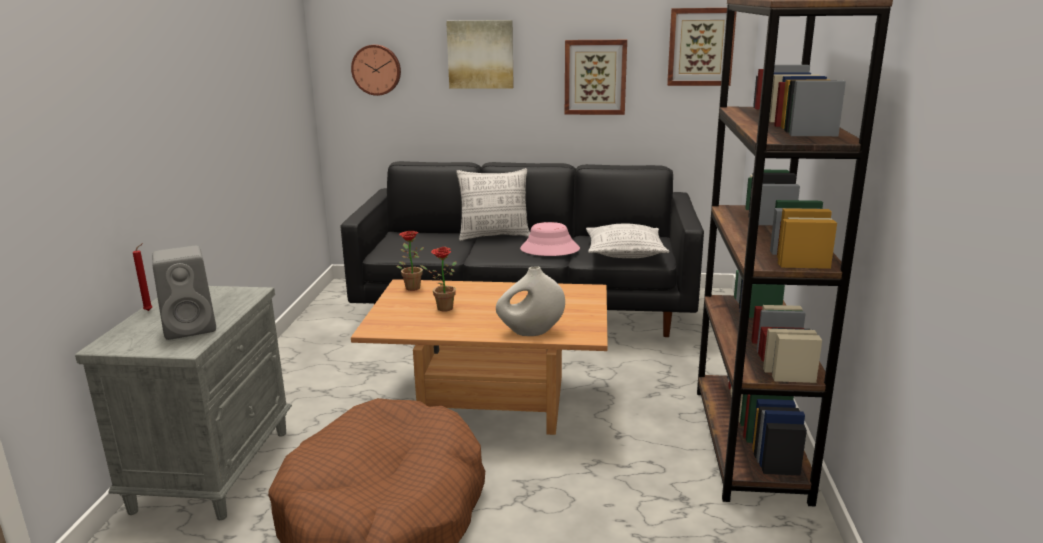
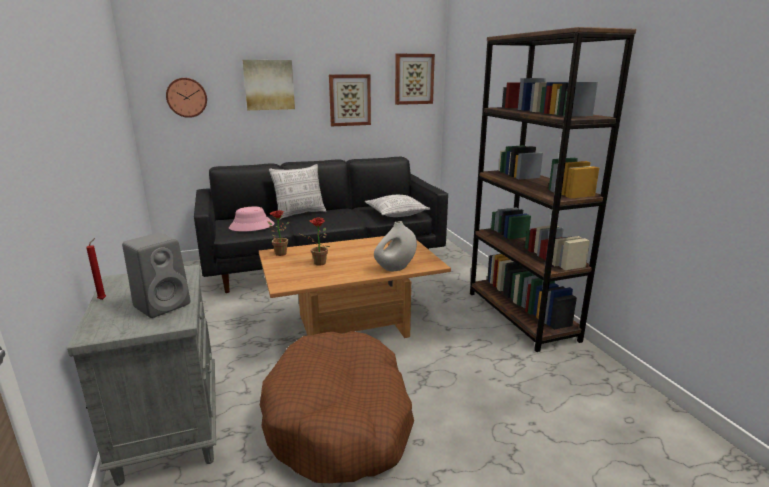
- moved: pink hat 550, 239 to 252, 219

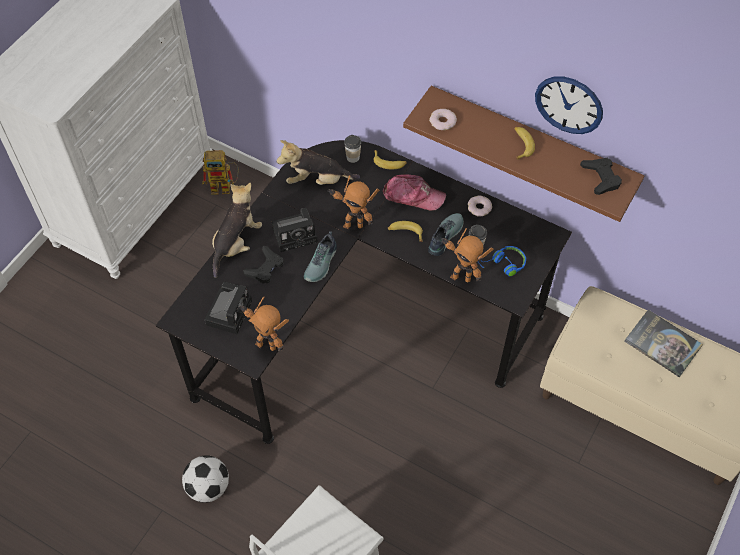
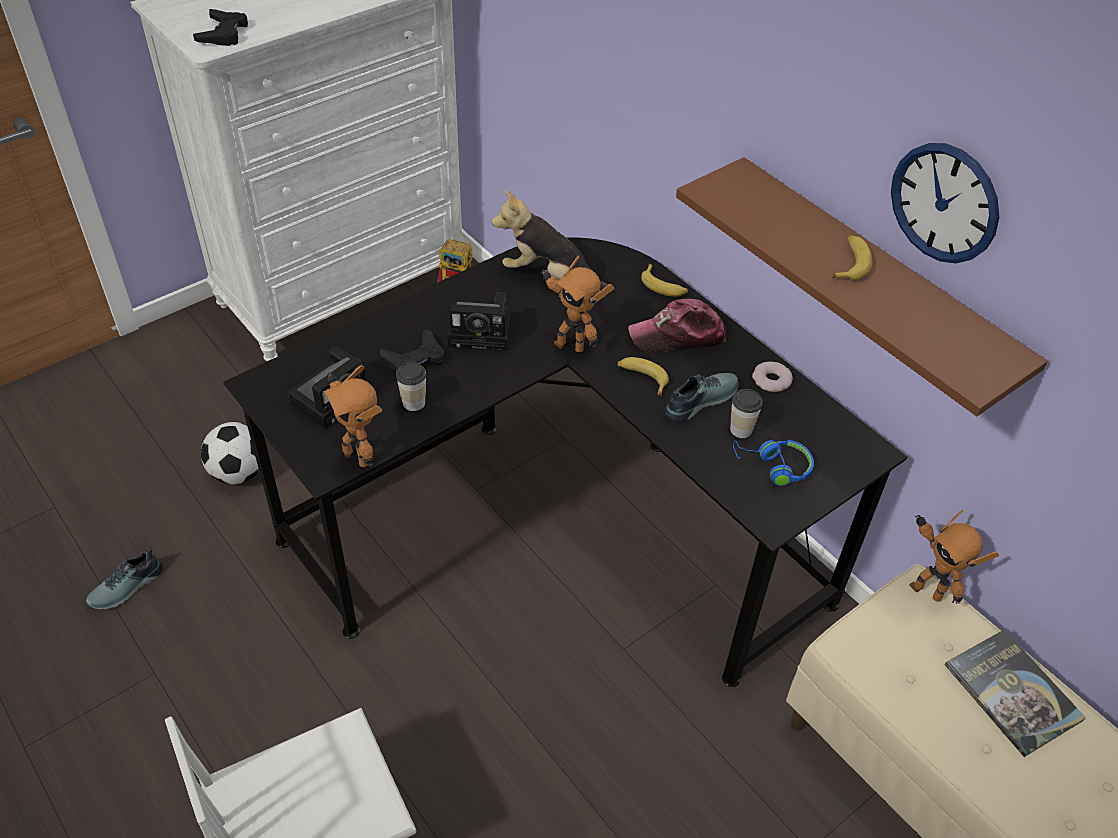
- moved: football 205, 479 to 230, 453
- removed: plush toy 237, 230
- moved: shoe 320, 256 to 124, 578
- moved: cup 352, 149 to 411, 386
- turned: cap 414, 192 = 677, 326 135 degrees clockwise
- removed: donut 443, 119
- moved: toy robot 467, 255 to 954, 557
- moved: black game controller 601, 176 to 220, 27

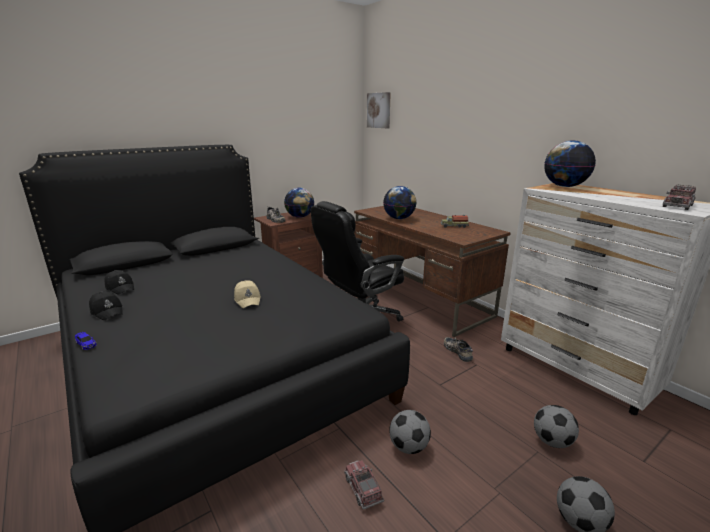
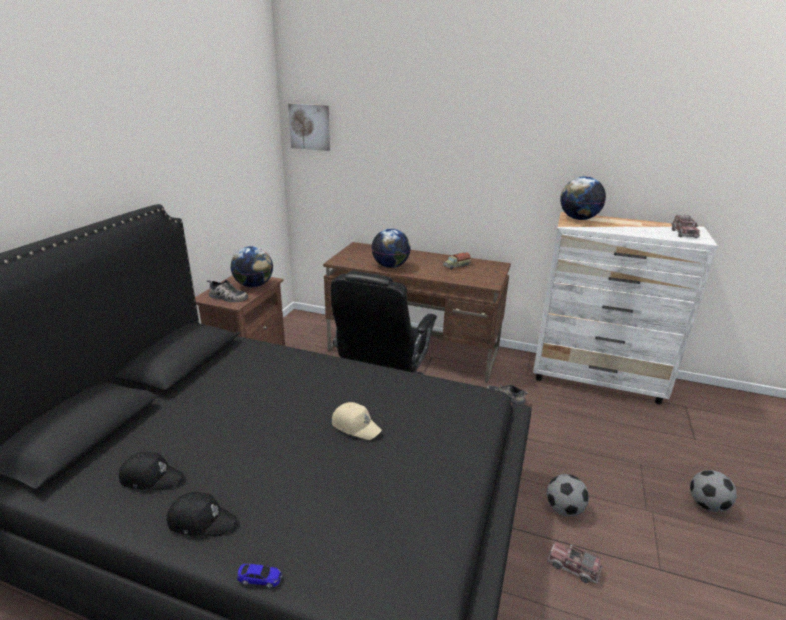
- removed: football 556, 426

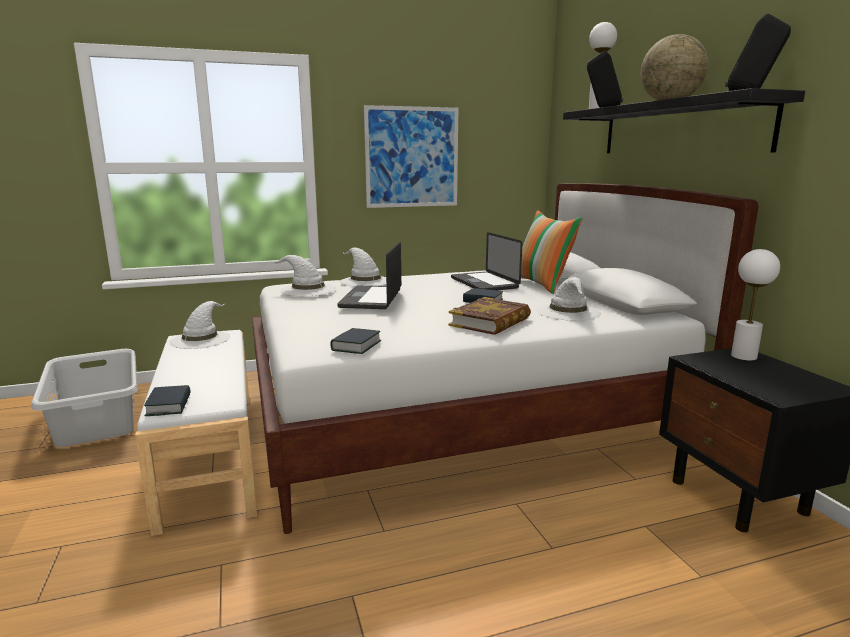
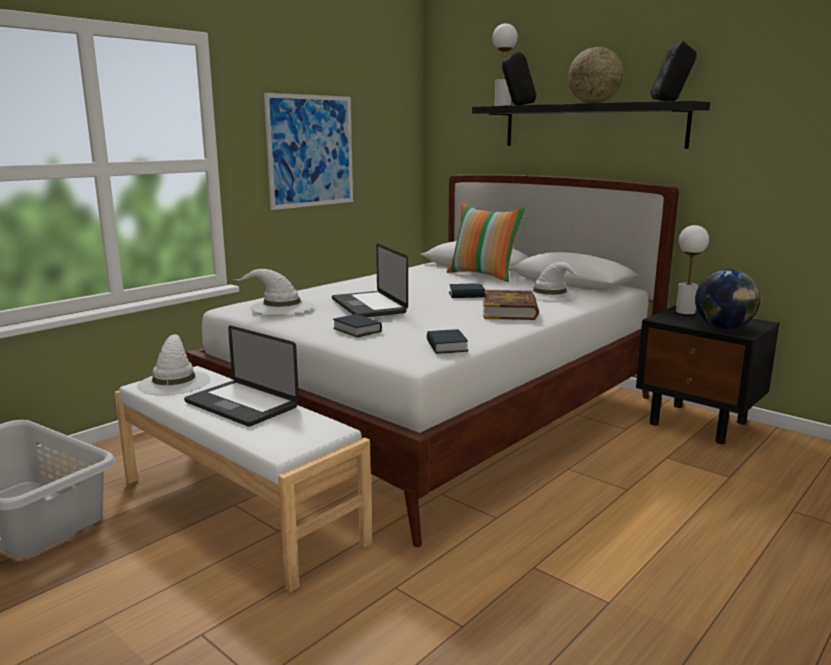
- moved: book 167, 400 to 357, 325
- removed: white hat 363, 267
- moved: laptop 487, 261 to 241, 376
- added: globe 727, 299

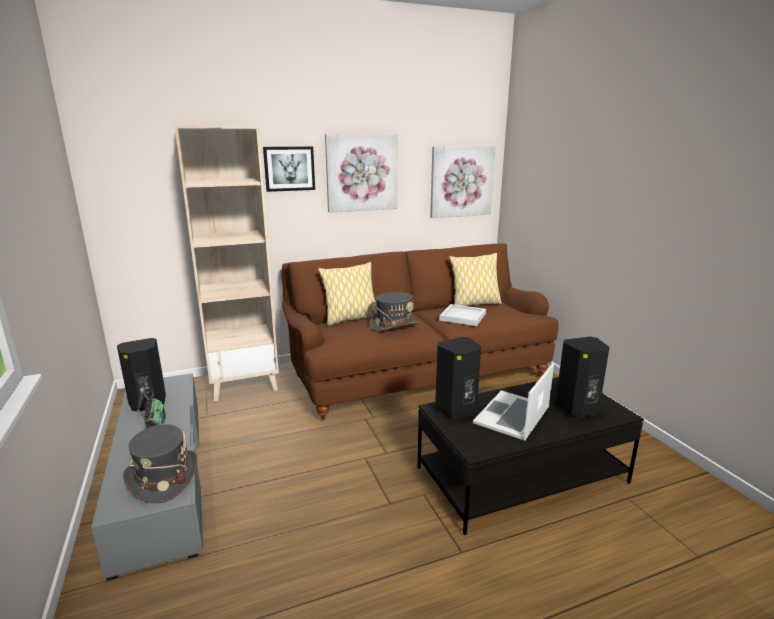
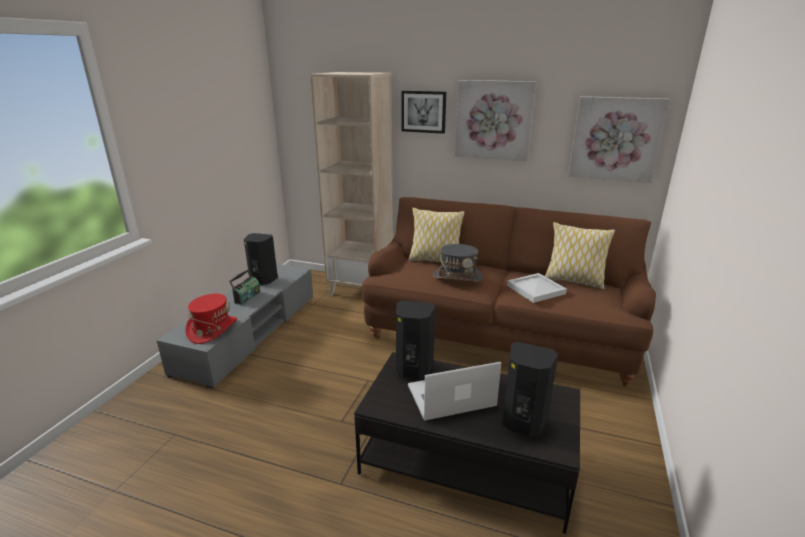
- recoloured: grey hat 160, 463 to red hat 211, 319

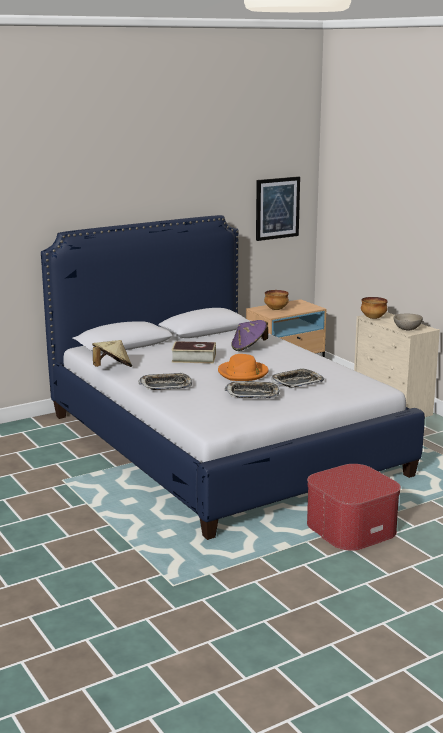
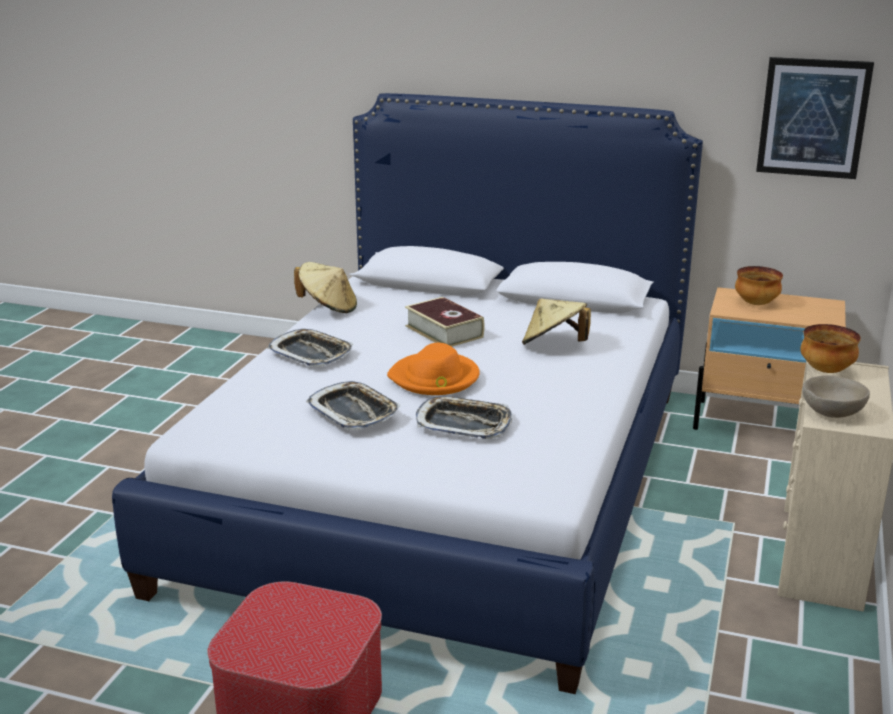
- recoloured: purple hat 249, 335 to beige hat 556, 321

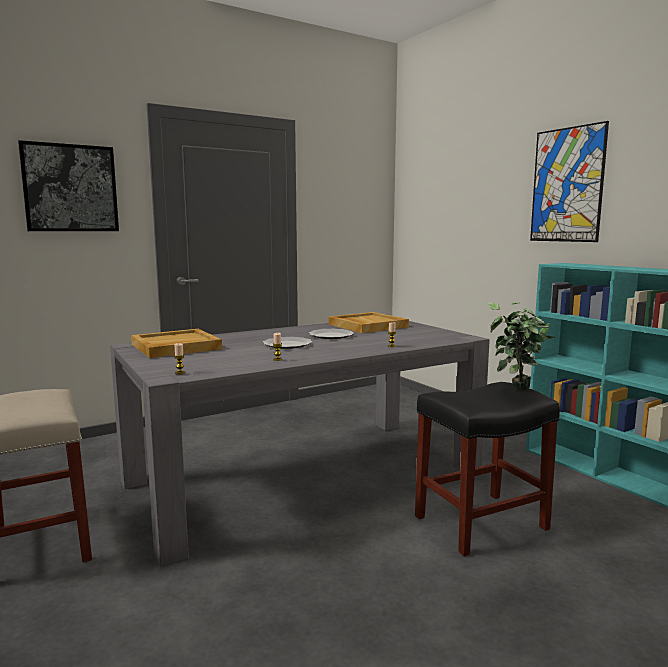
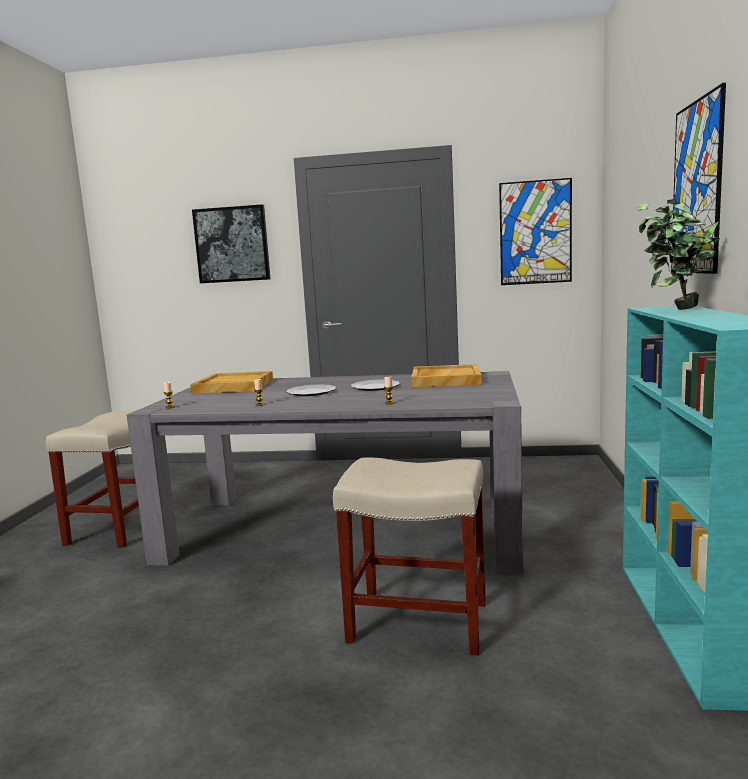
- recoloured: black stool 487, 469 to beige stool 409, 556
- moved: potted plant 521, 346 to 678, 254
- added: picture 535, 231

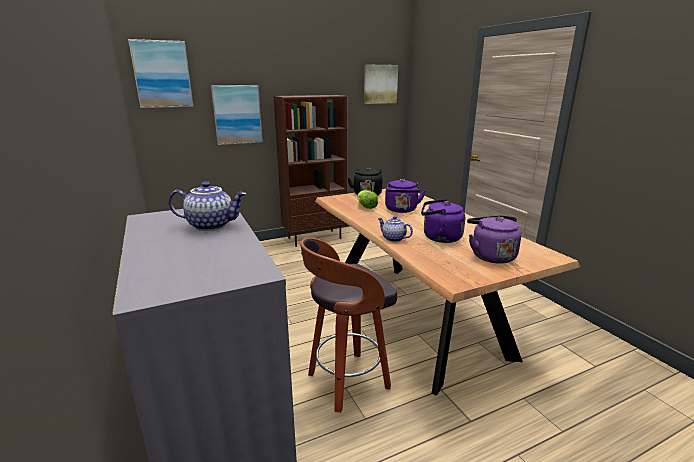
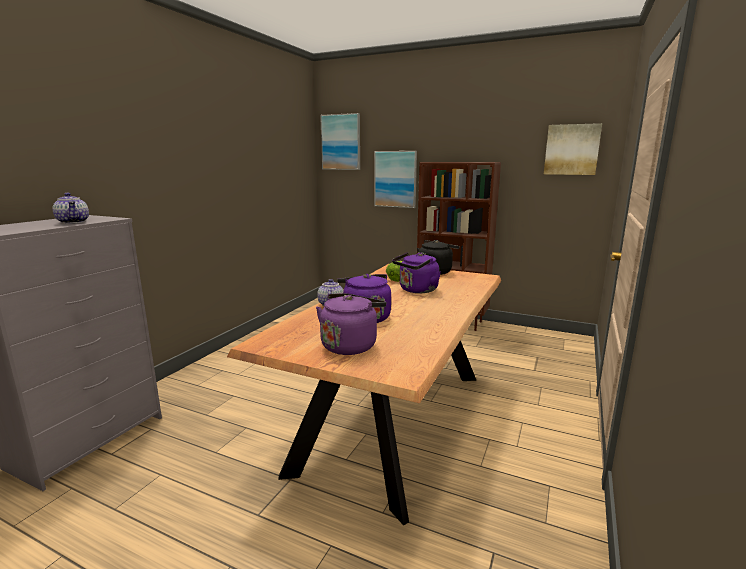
- removed: stool 348, 325

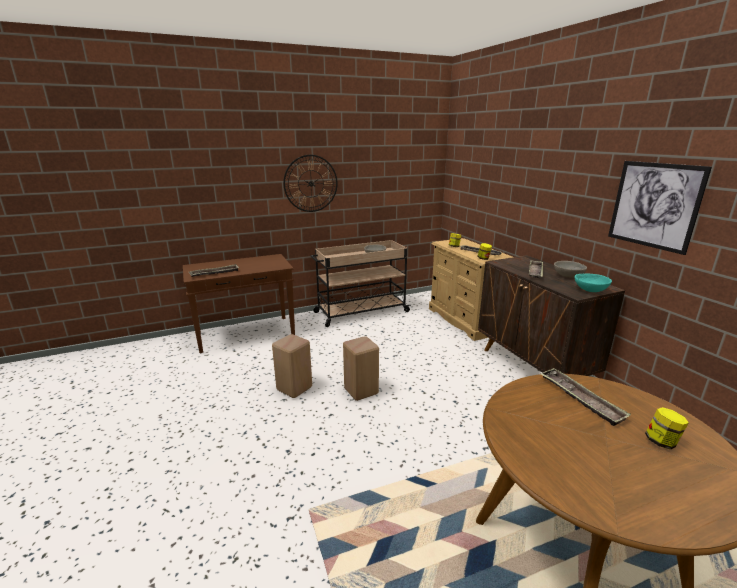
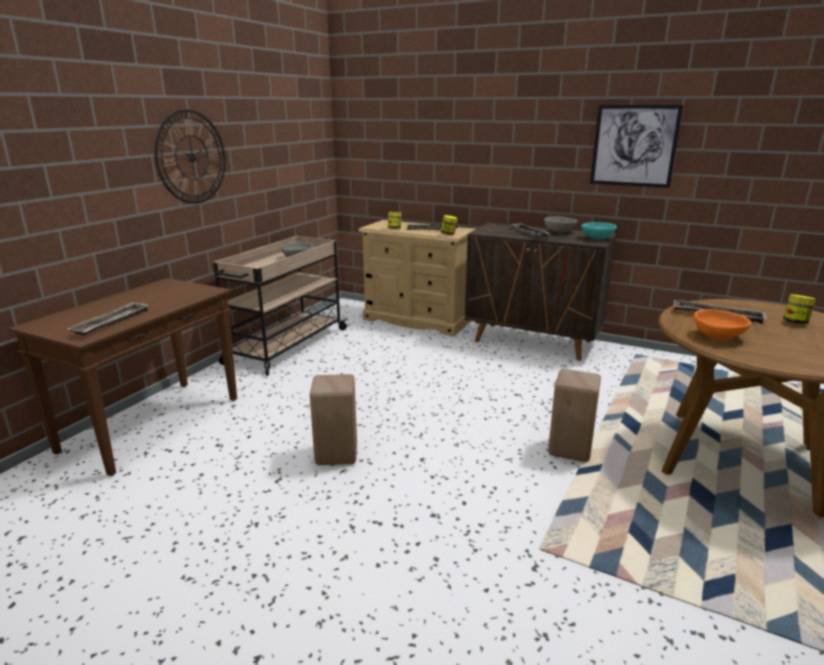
- moved: beige stool 361, 368 to 574, 415
- added: orange bowl 722, 324

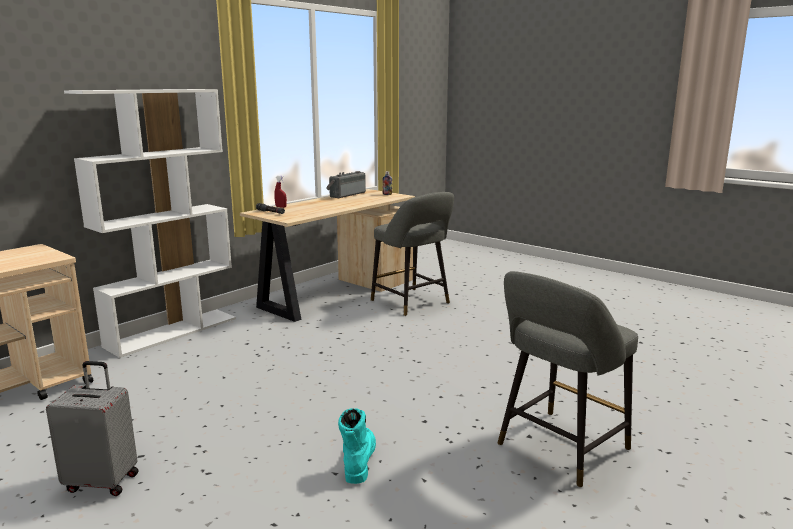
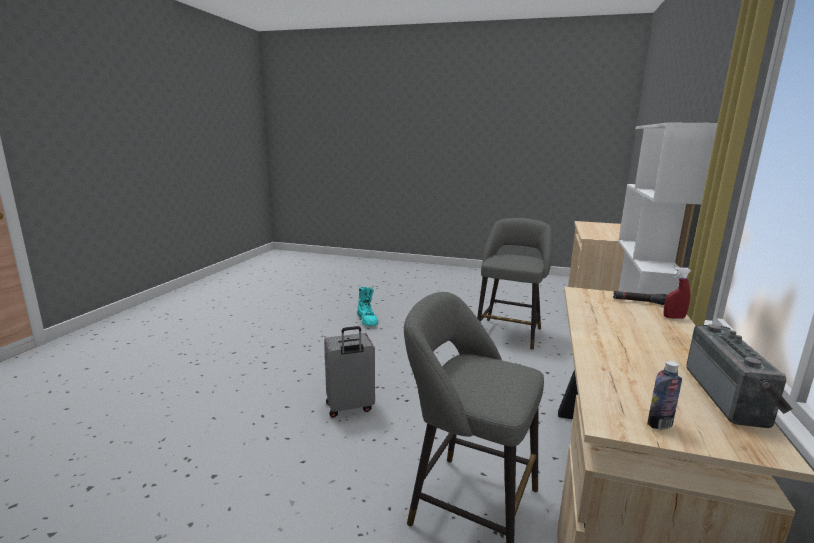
- moved: grey suitcase 92, 428 to 349, 372
- moved: grey stool 568, 379 to 514, 284

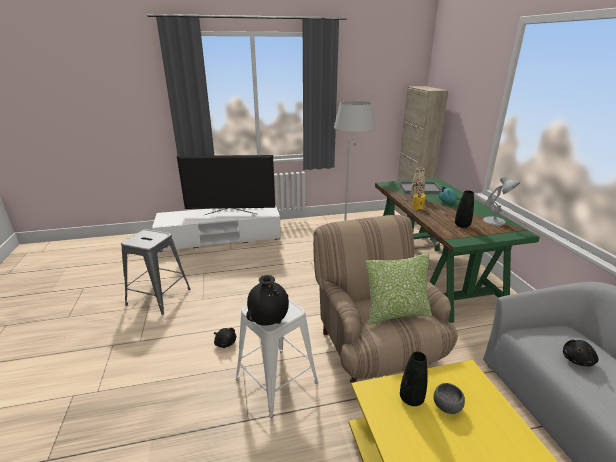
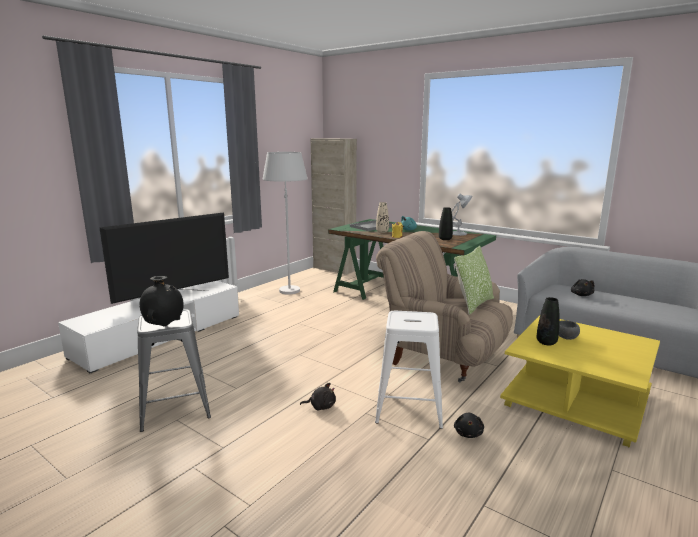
- moved: black vase 267, 300 to 162, 301
- added: black plush toy 469, 425

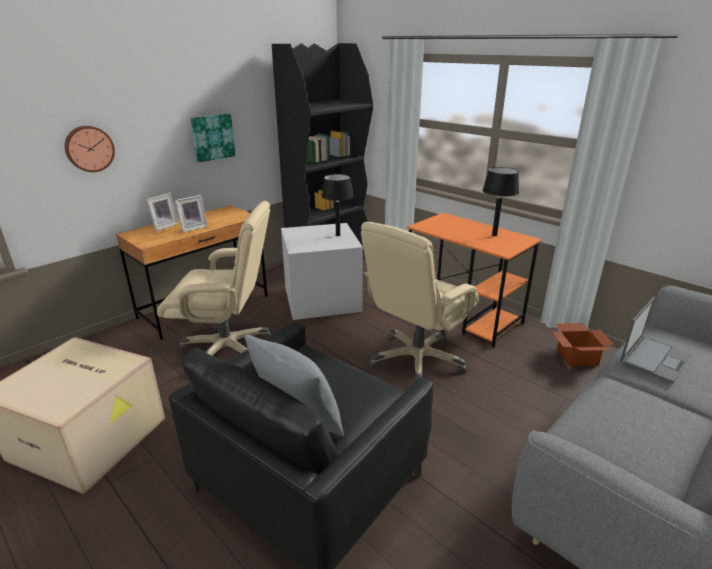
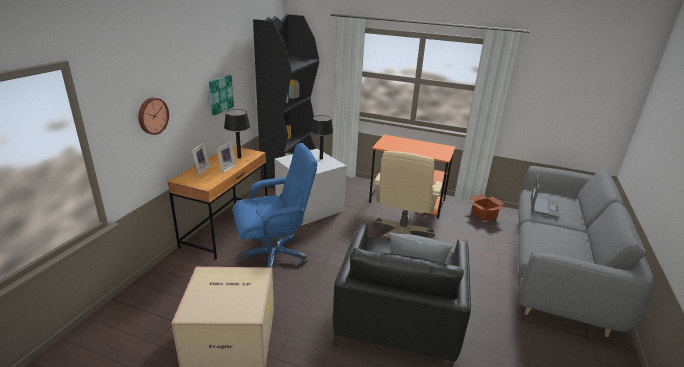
- recoloured: beige office chair 214, 278 to blue office chair 275, 206
- moved: black table lamp 500, 201 to 237, 134

